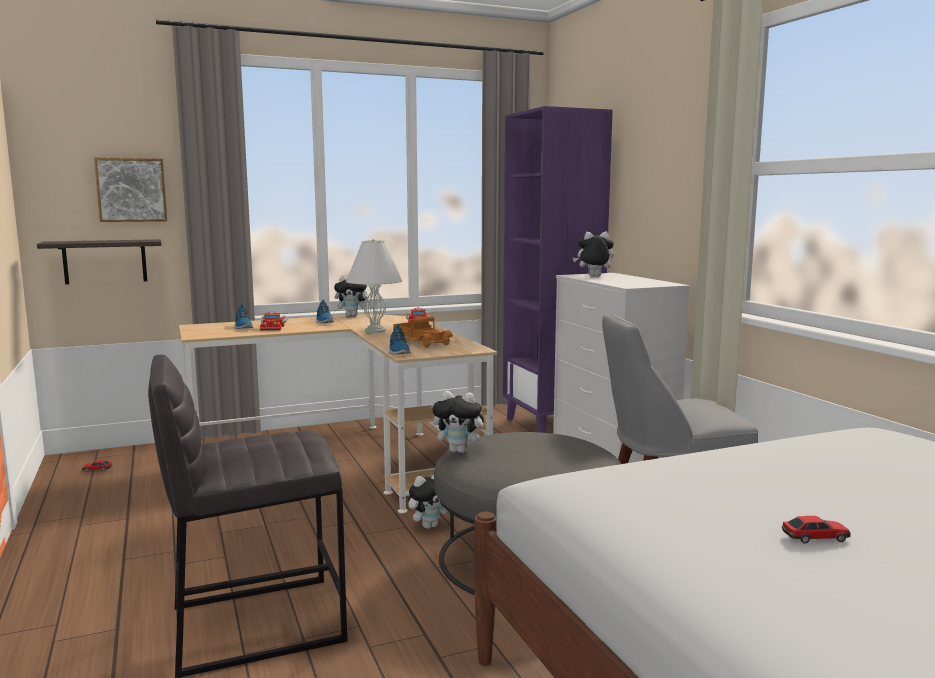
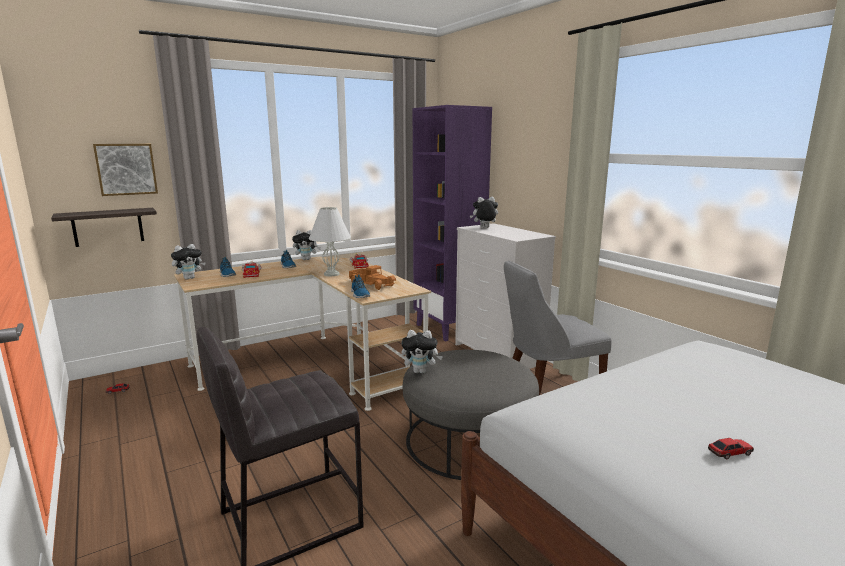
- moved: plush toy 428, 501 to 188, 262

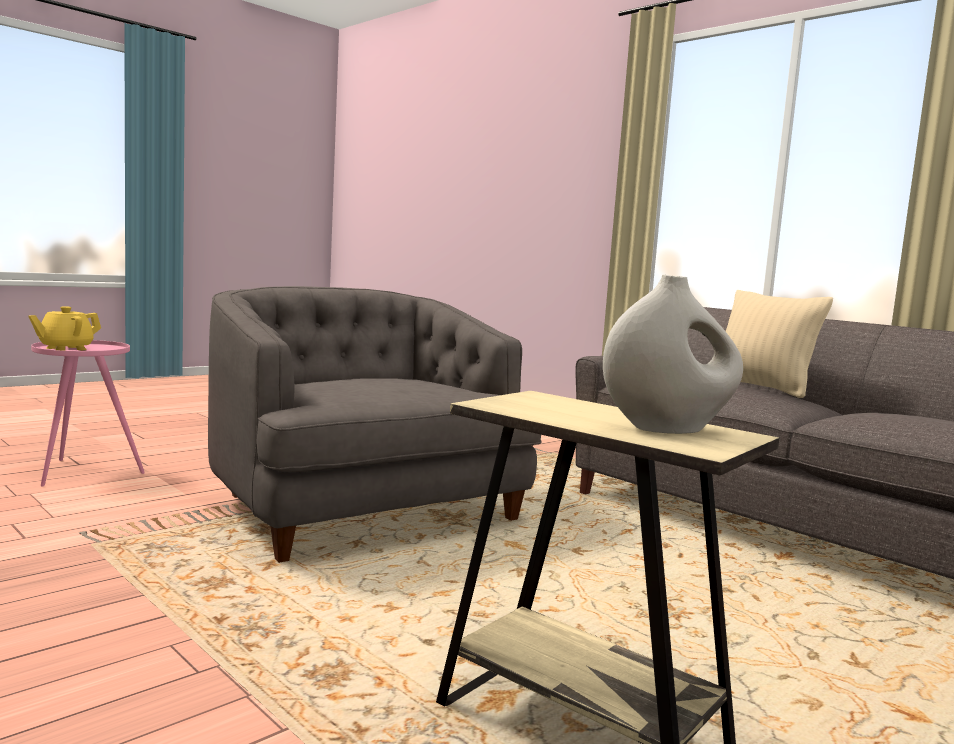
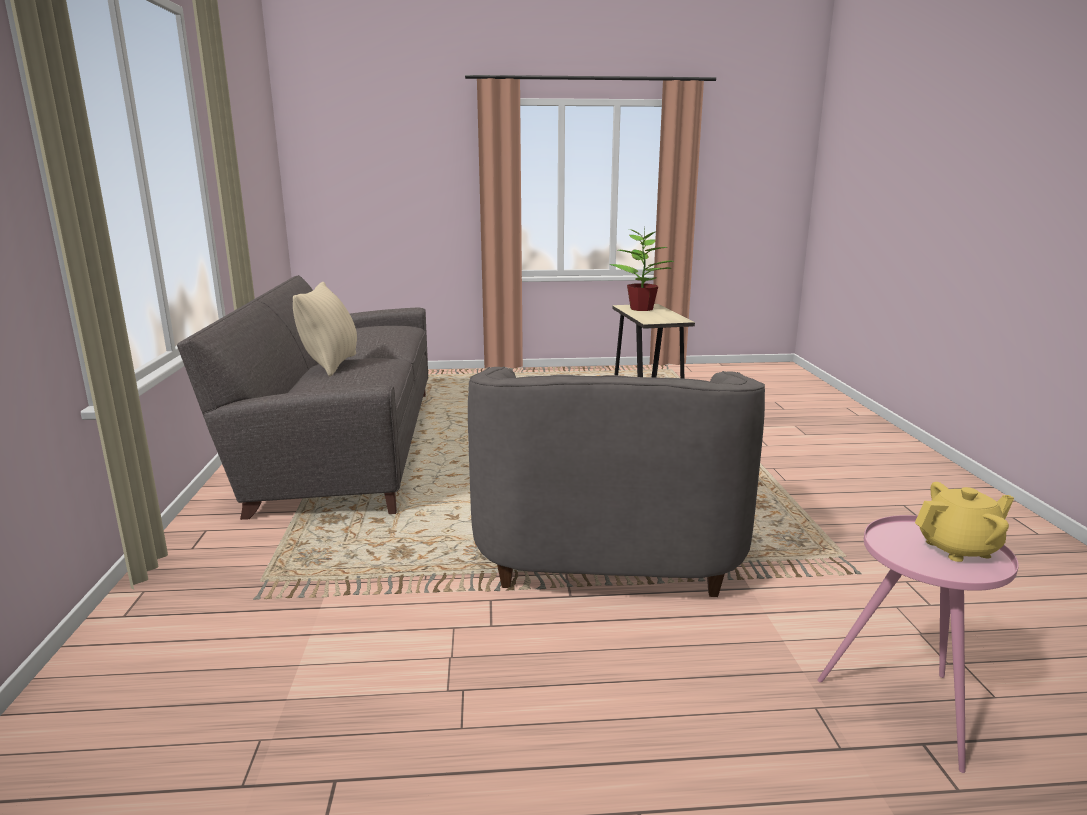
- replaced: white vase 673, 354 to potted plant 642, 267

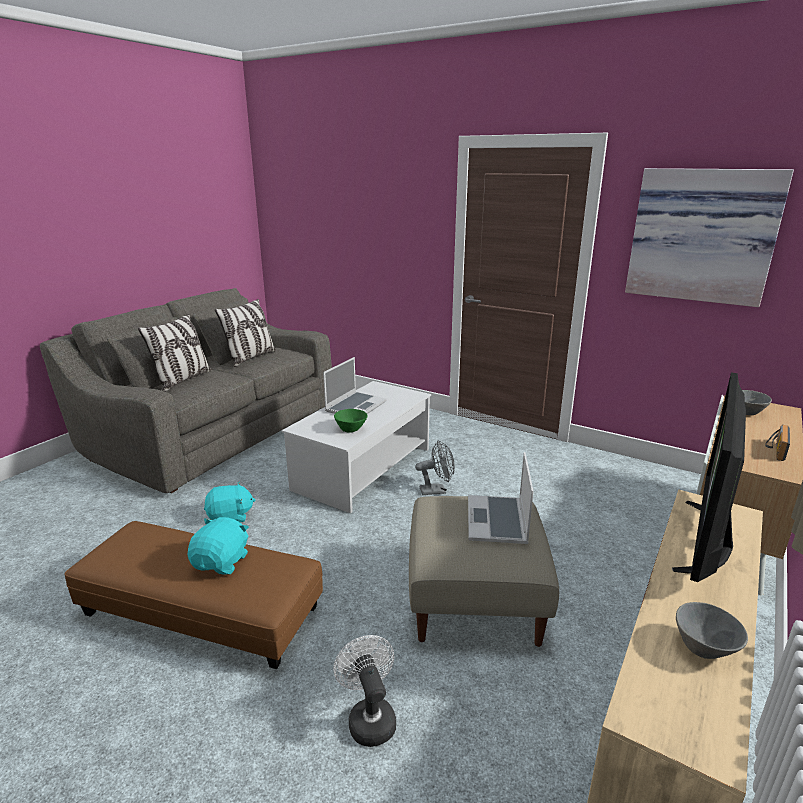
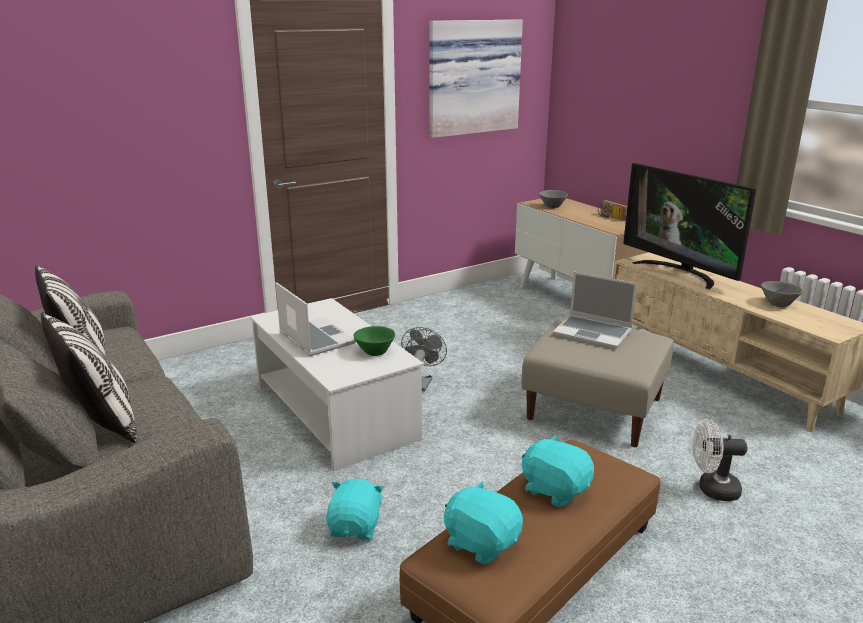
- added: turquoise plush toy 483, 523

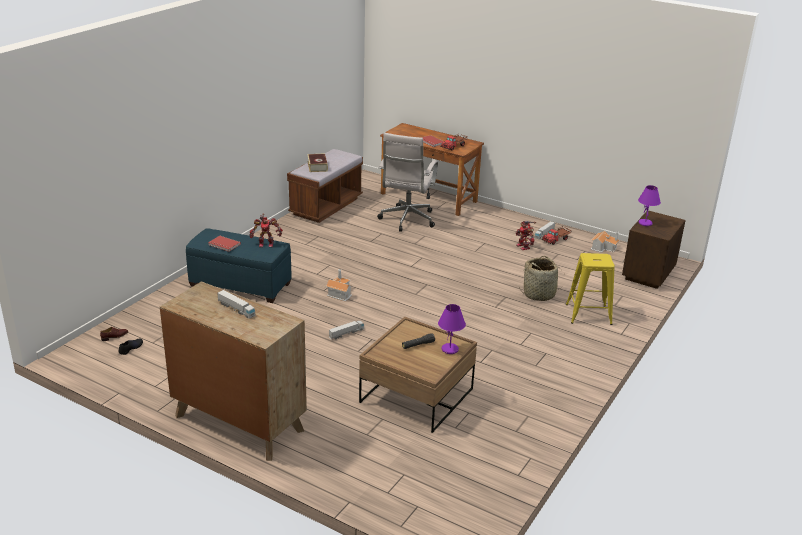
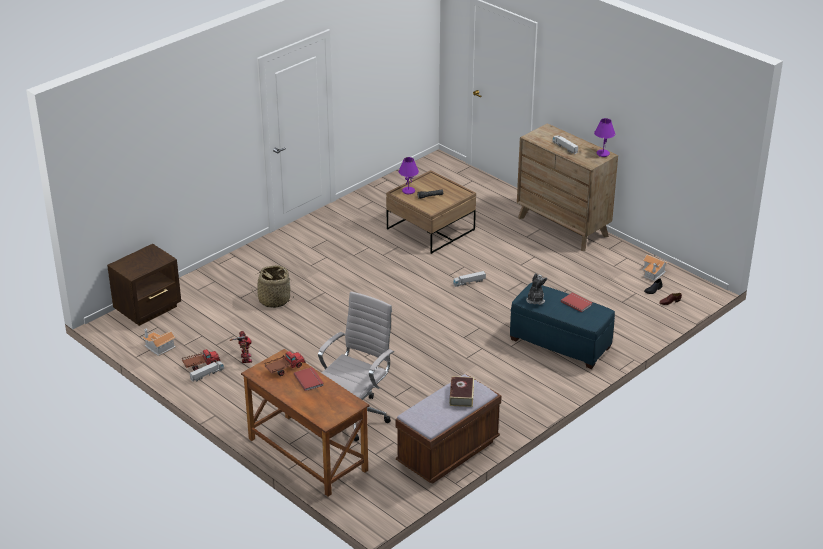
- replaced: toy robot 266, 230 to plush toy 536, 289
- moved: toy house 339, 285 to 655, 268
- removed: yellow stool 590, 289
- moved: purple table lamp 649, 205 to 604, 137

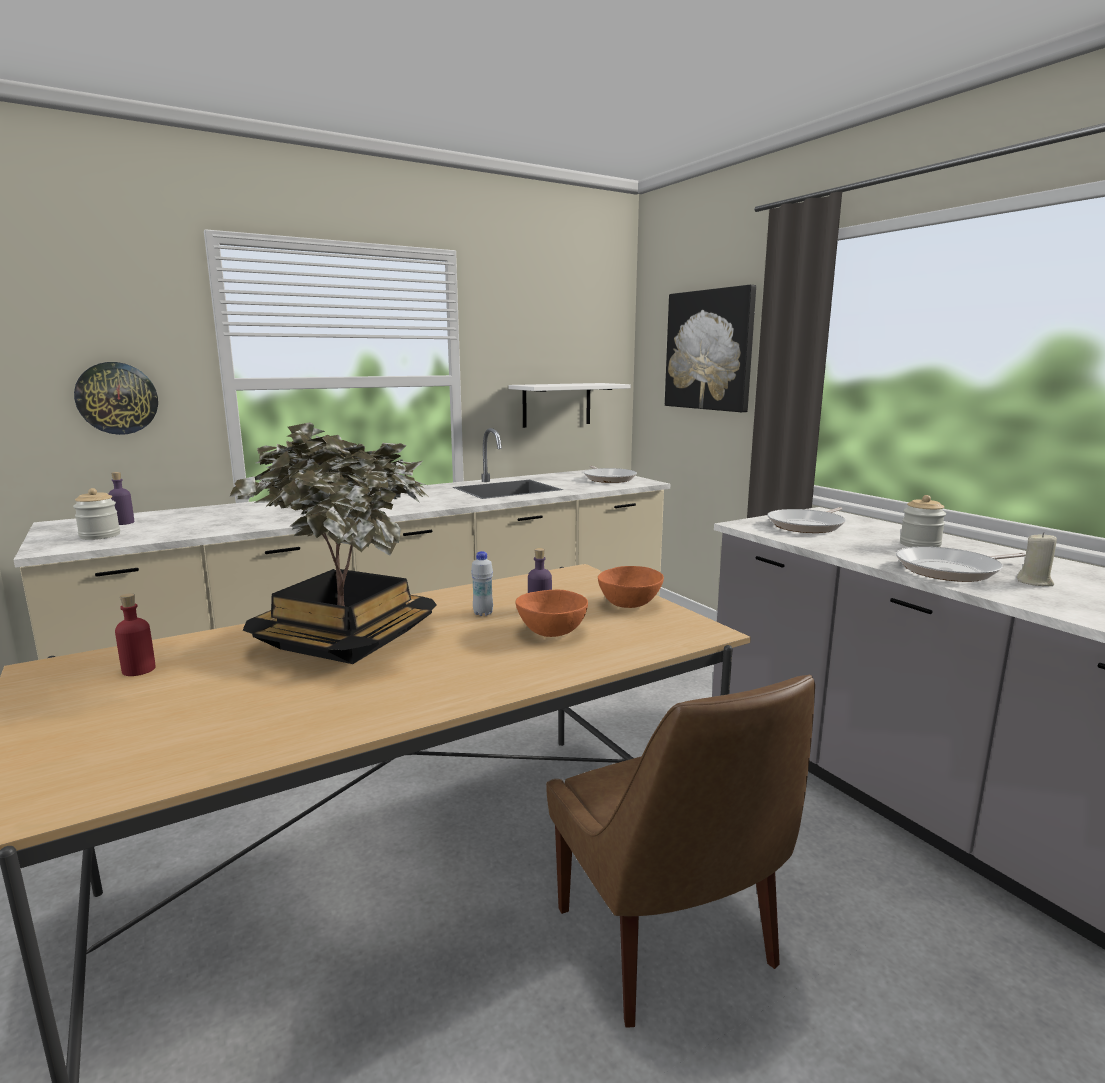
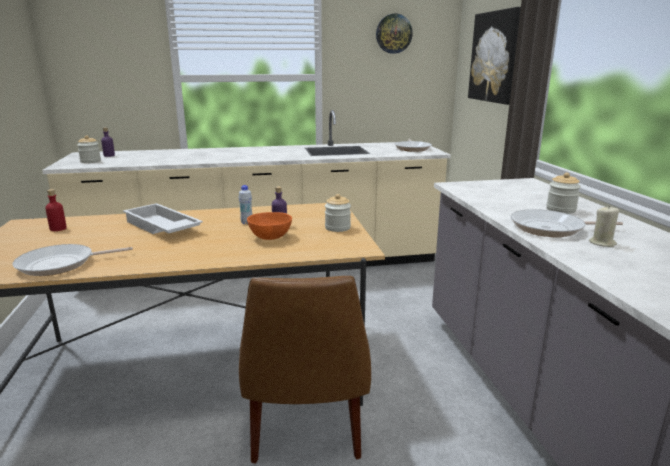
- moved: wall clock 116, 398 to 394, 34
- replaced: potted plant 333, 543 to white tray 163, 218
- removed: white shelf 569, 405
- replaced: orange bowl 631, 587 to jar 338, 213
- moved: frying pan 806, 520 to 72, 260

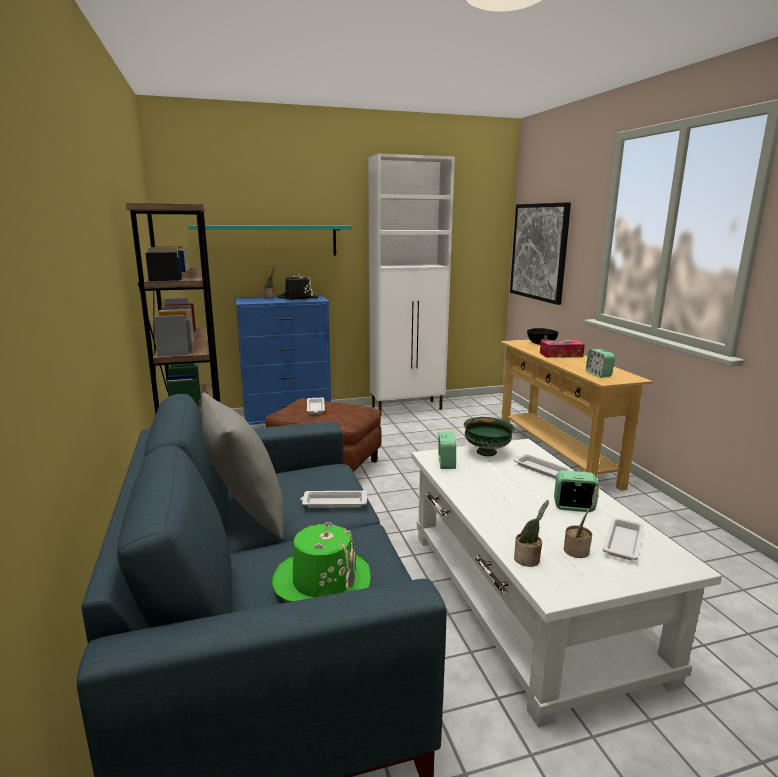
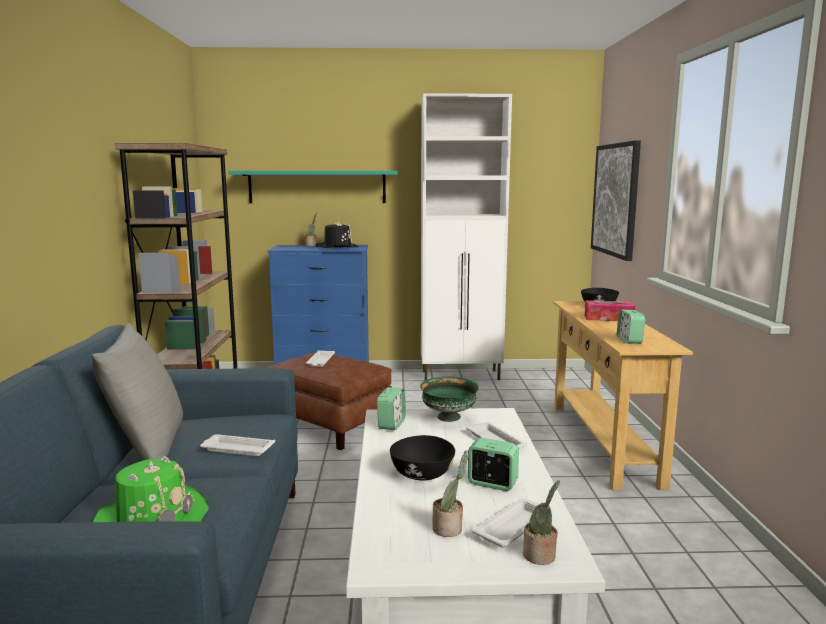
- moved: potted plant 531, 533 to 541, 522
- added: black bowl 422, 457

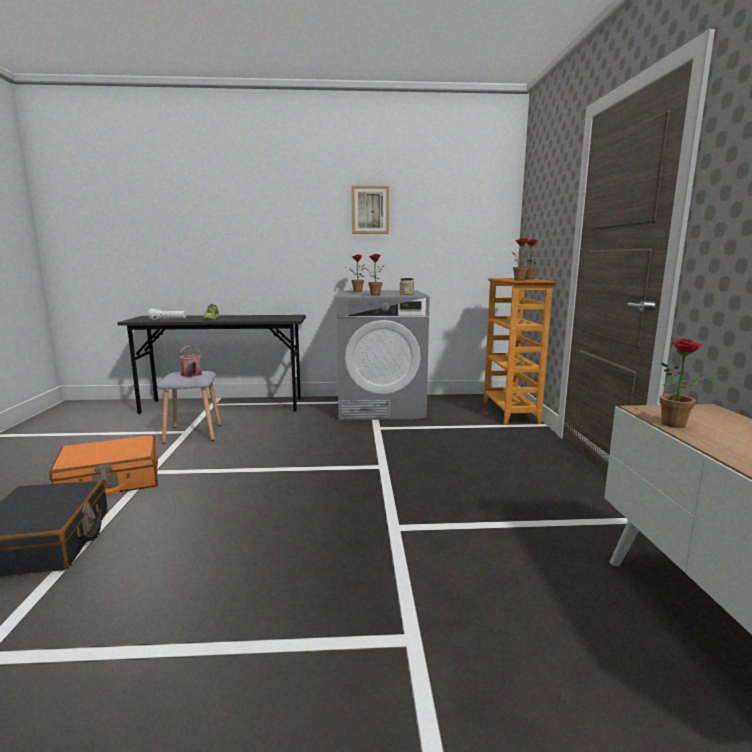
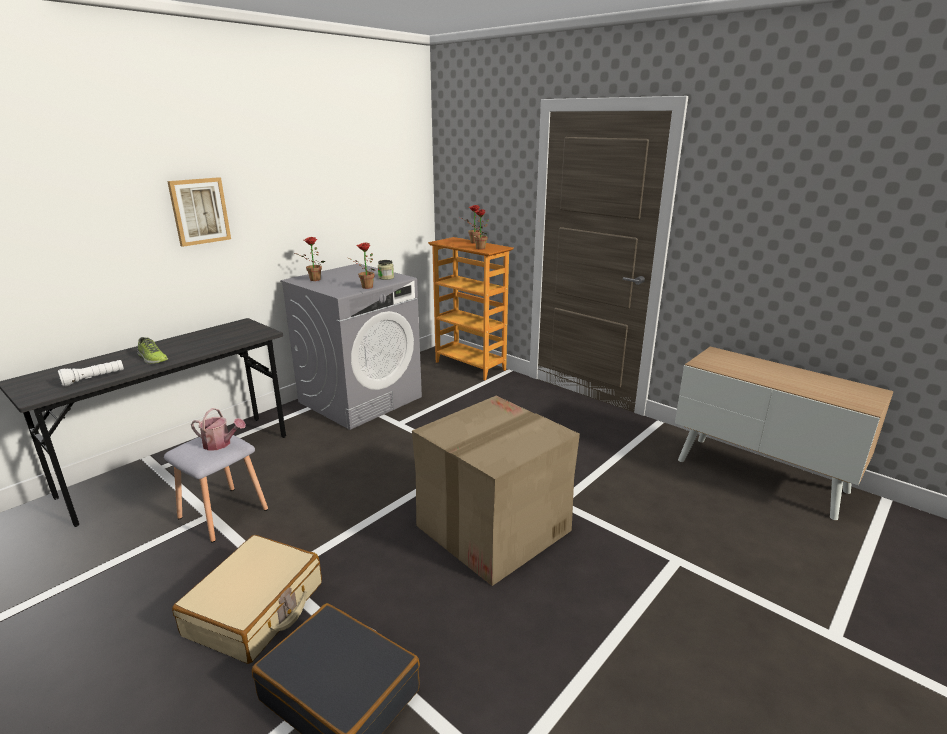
- recoloured: orange suitcase 103, 465 to beige suitcase 247, 599
- moved: picture 370, 210 to 199, 212
- removed: potted plant 690, 383
- added: cardboard box 496, 491

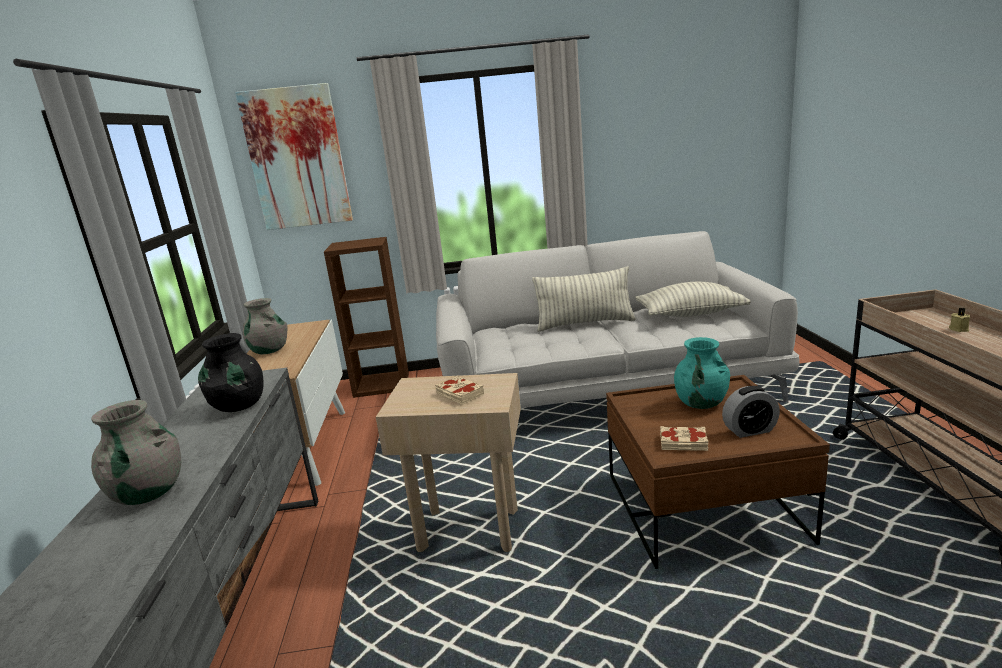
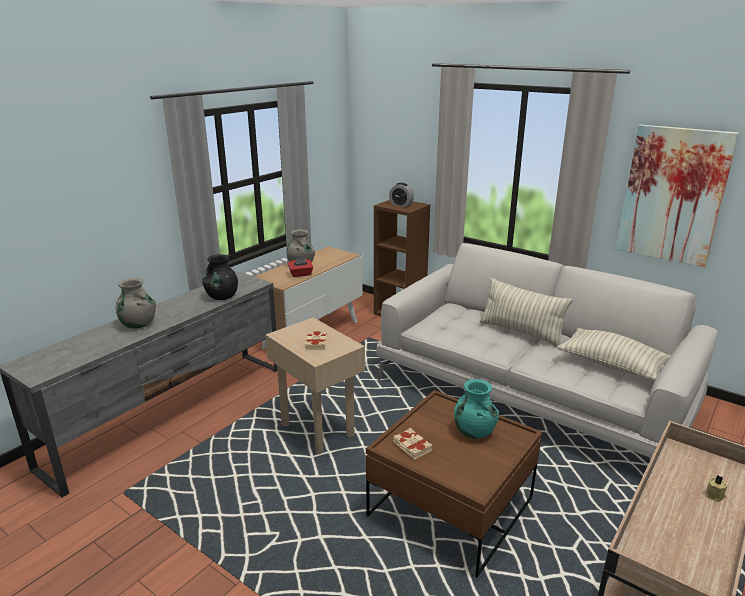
- moved: picture 294, 156 to 677, 196
- moved: alarm clock 751, 412 to 401, 195
- added: red tissue box 300, 267

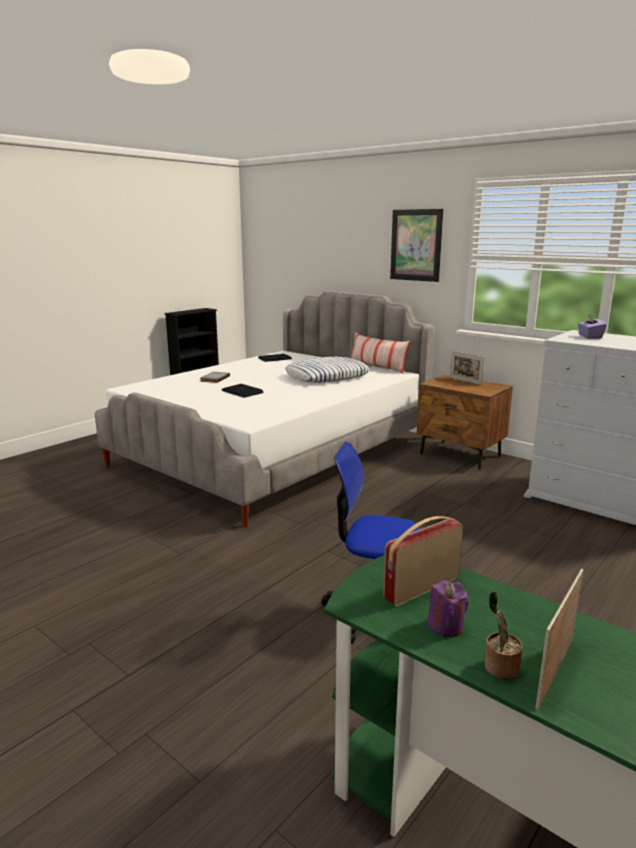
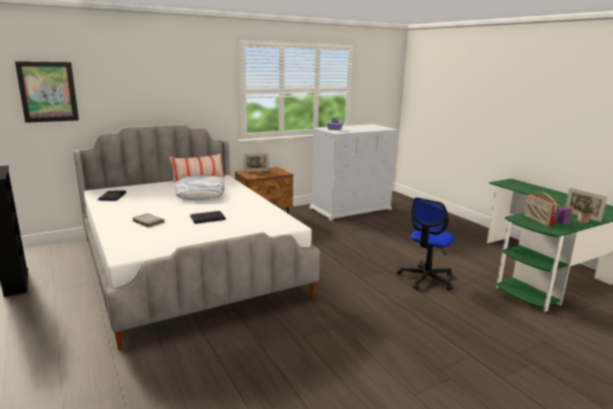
- moved: picture 416, 245 to 47, 92

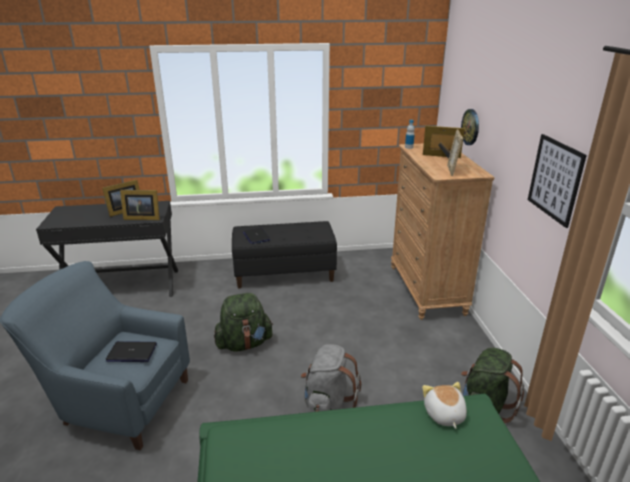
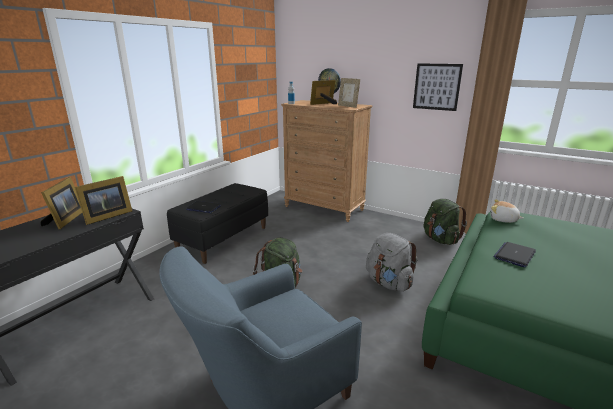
- moved: laptop 131, 351 to 514, 254

